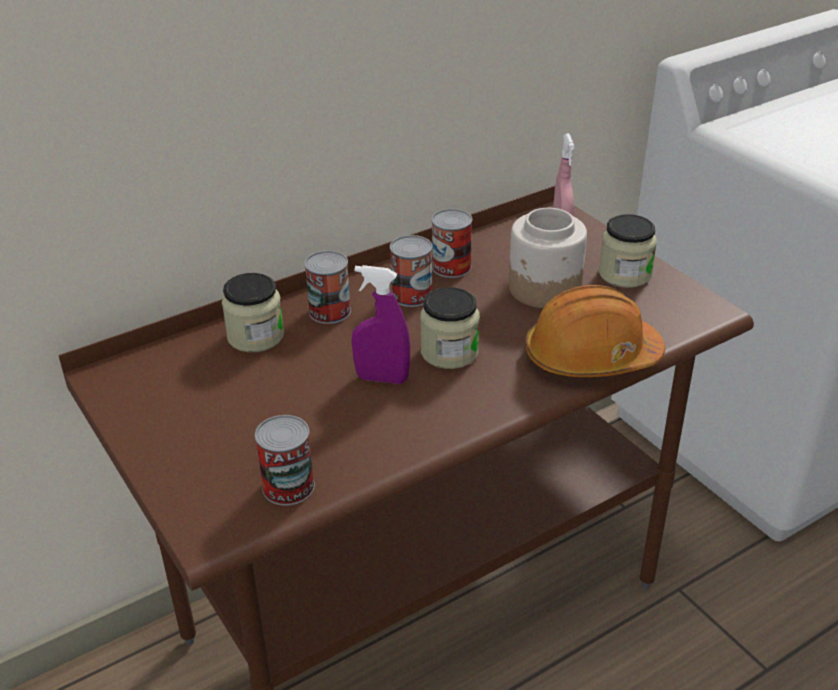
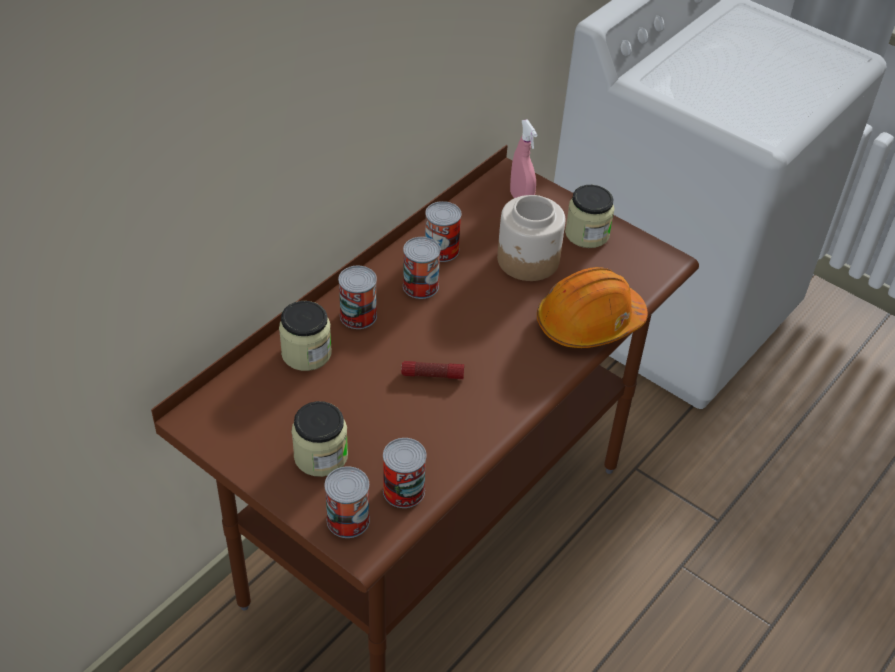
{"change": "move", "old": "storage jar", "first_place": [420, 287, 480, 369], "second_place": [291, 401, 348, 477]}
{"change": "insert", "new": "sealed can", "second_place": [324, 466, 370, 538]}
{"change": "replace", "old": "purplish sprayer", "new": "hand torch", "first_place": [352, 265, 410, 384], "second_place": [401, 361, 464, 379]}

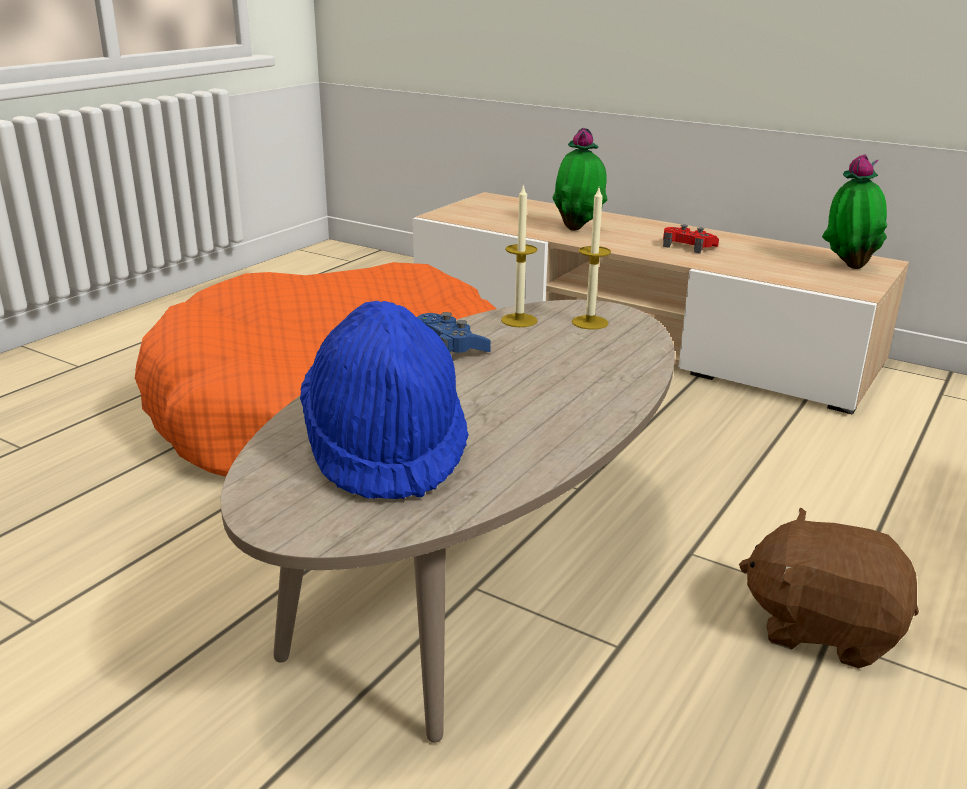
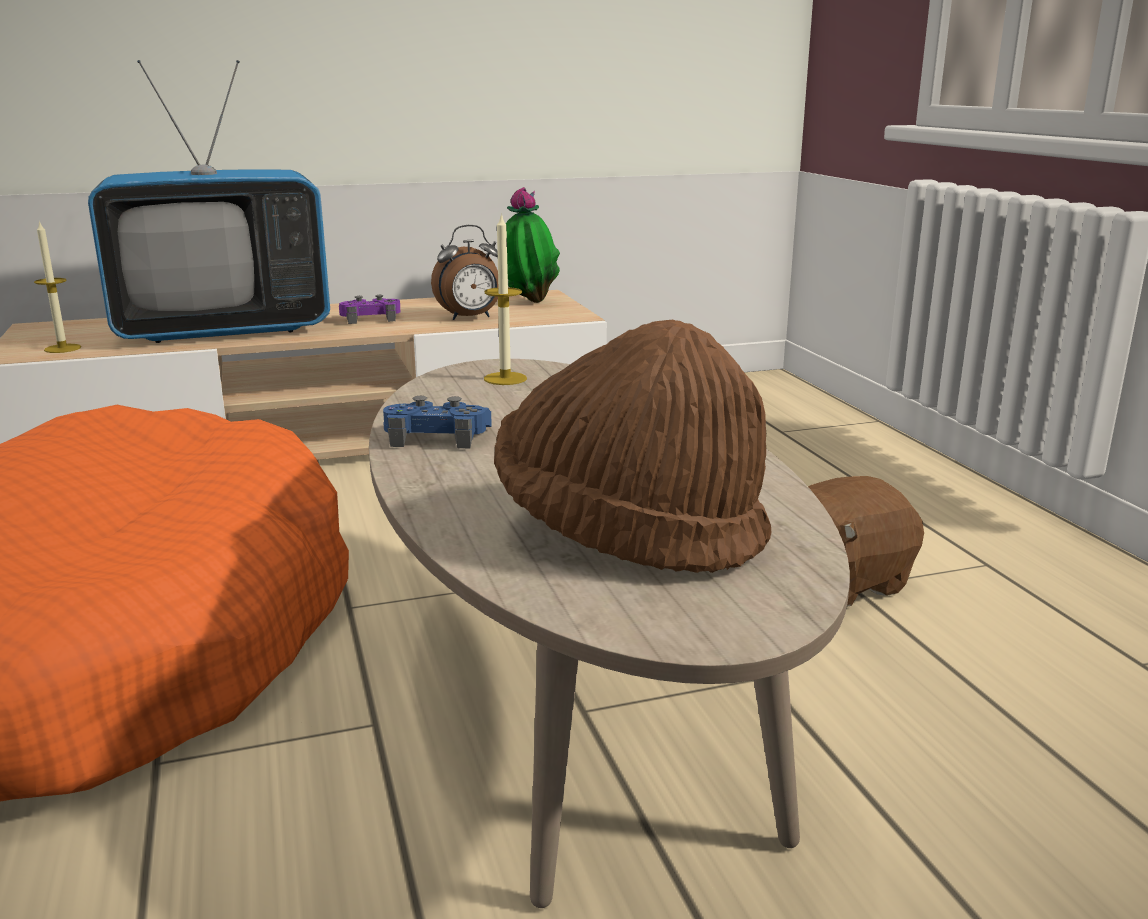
{"change": "move", "old": "candle", "first_place": [501, 185, 538, 327], "second_place": [34, 221, 81, 353]}
{"change": "replace", "old": "potted plant", "new": "TV set", "first_place": [552, 127, 607, 231], "second_place": [88, 60, 330, 343]}
{"change": "recolor", "old": "reddish game controller", "new": "purplish game controller", "first_place": [663, 225, 719, 254], "second_place": [339, 295, 400, 324]}
{"change": "insert", "new": "table clock", "second_place": [431, 225, 498, 320]}
{"change": "recolor", "old": "blue hat", "new": "brownish hat", "first_place": [300, 301, 469, 499], "second_place": [494, 320, 771, 573]}

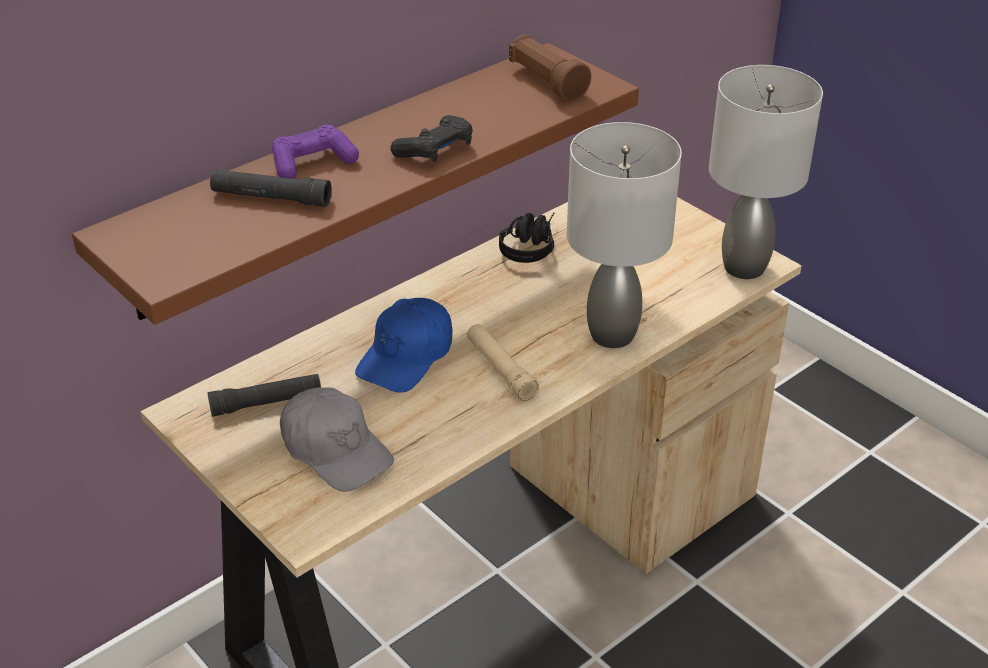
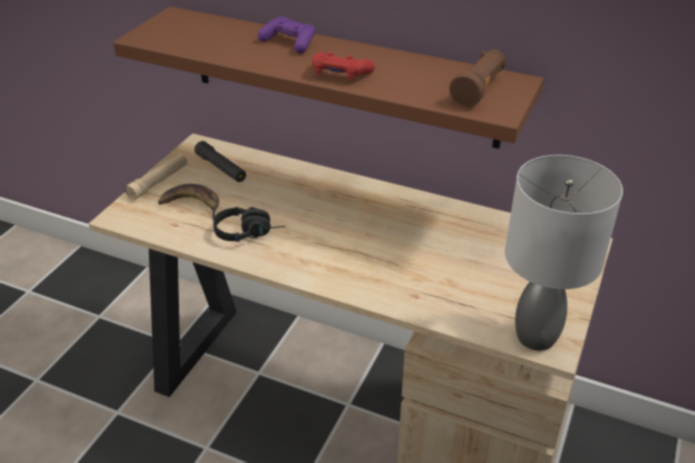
{"change": "move", "old": "beige-coloured hand torch", "first_place": [467, 324, 539, 401], "second_place": [125, 154, 188, 200]}
{"change": "replace", "old": "greyish peaked cap", "new": "whole banana", "first_place": [280, 387, 394, 492], "second_place": [158, 184, 219, 220]}
{"change": "move", "old": "black-coloured pair of headphones", "first_place": [499, 212, 554, 263], "second_place": [213, 207, 285, 242]}
{"change": "recolor", "old": "black-coloured game controller", "new": "reddish game controller", "first_place": [390, 115, 473, 162], "second_place": [312, 52, 375, 81]}
{"change": "delete", "old": "black-coloured hand torch", "first_place": [210, 170, 332, 207]}
{"change": "delete", "old": "blue peaked cap", "first_place": [355, 298, 452, 392]}
{"change": "delete", "old": "greyish table lamp", "first_place": [567, 122, 682, 348]}

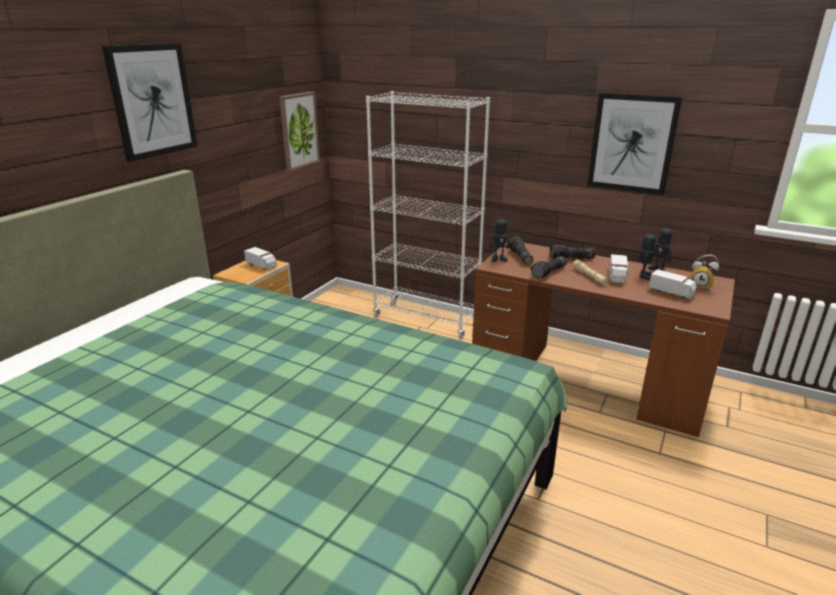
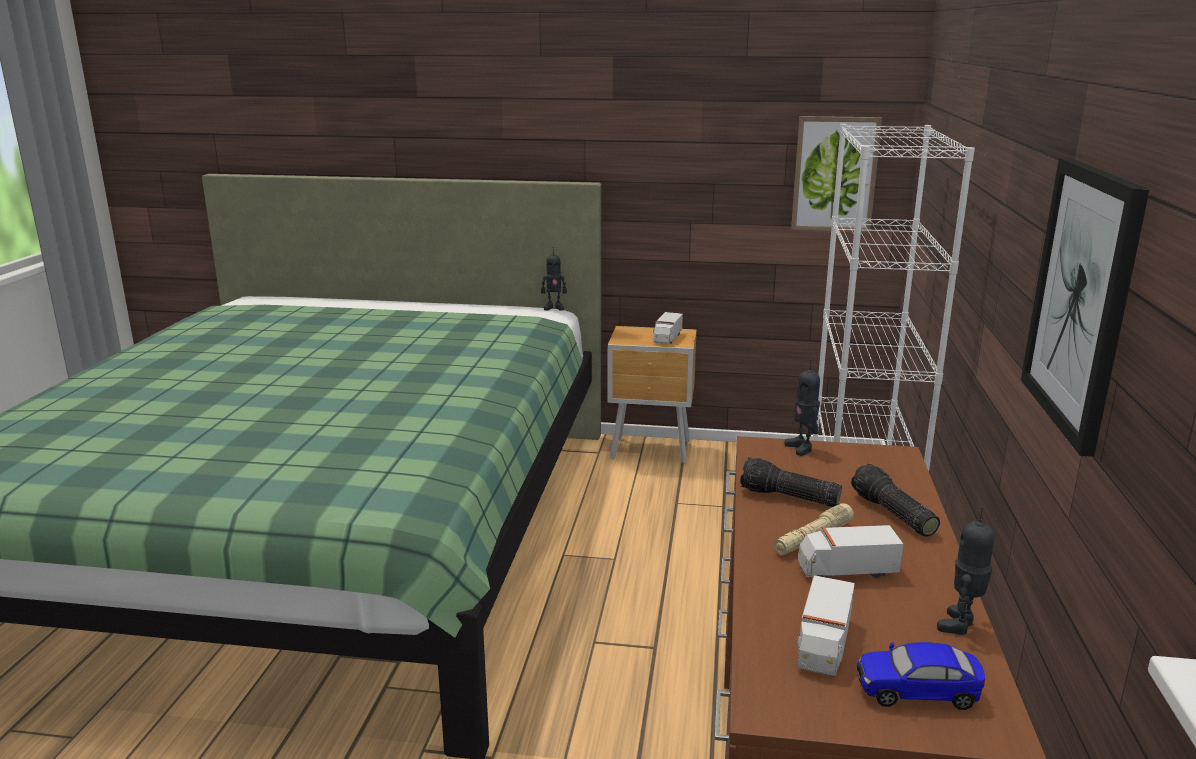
{"change": "move", "old": "model robot", "first_place": [639, 227, 656, 280], "second_place": [541, 247, 567, 311]}
{"change": "replace", "old": "table clock", "new": "miniature car", "first_place": [690, 255, 719, 289], "second_place": [856, 642, 985, 710]}
{"change": "delete", "old": "picture", "first_place": [102, 43, 198, 162]}
{"change": "delete", "old": "hand torch", "first_place": [509, 236, 534, 265]}

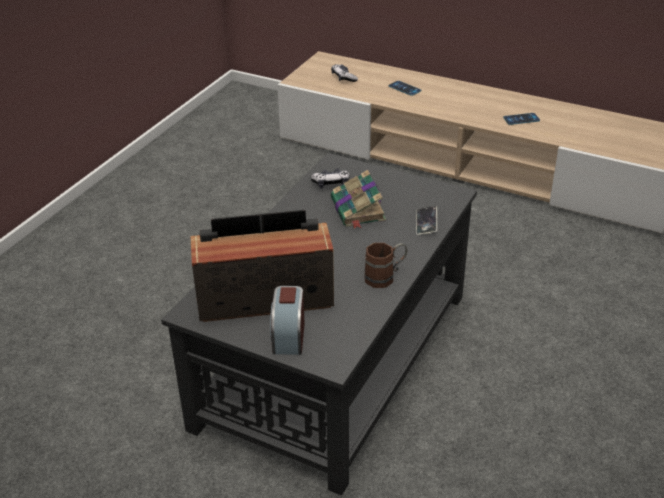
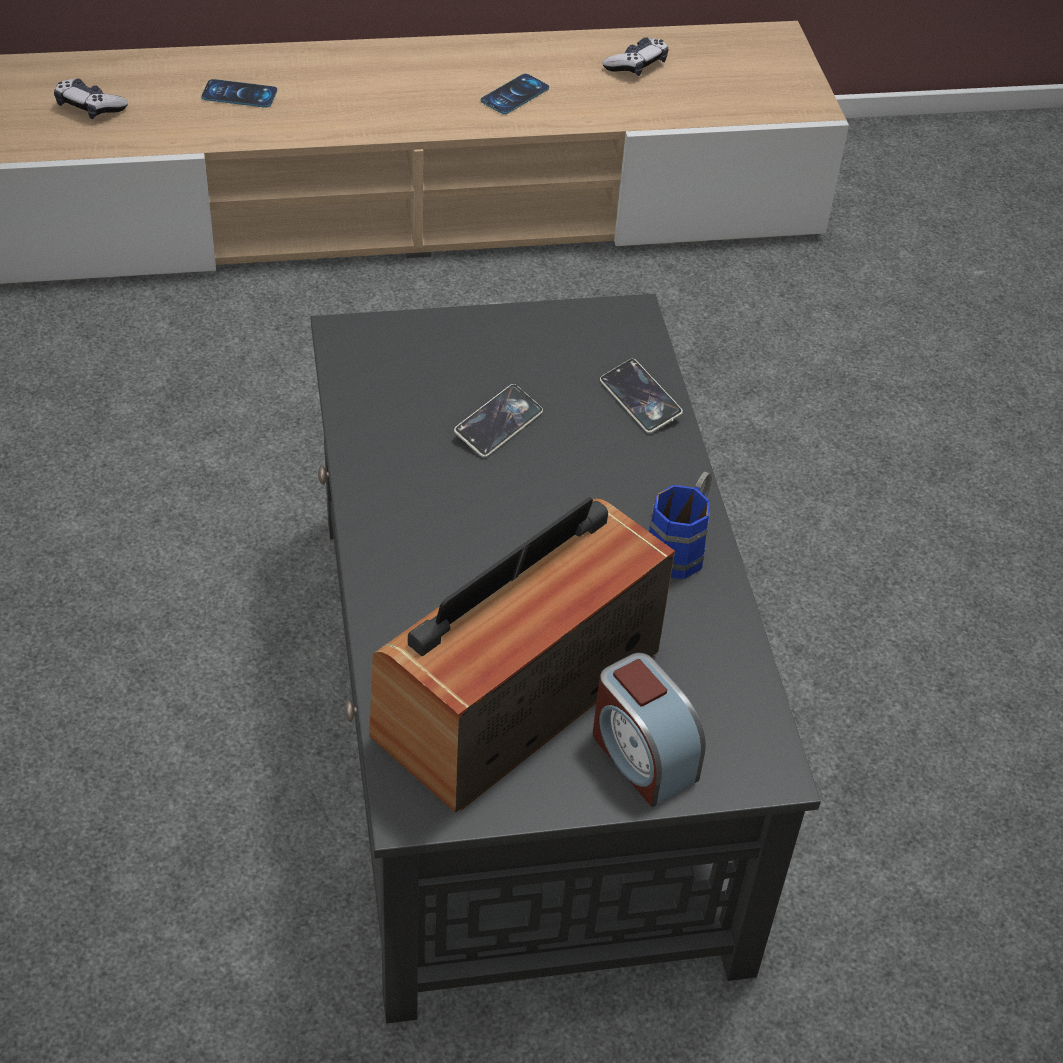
{"change": "replace", "old": "bound book", "new": "phone", "first_place": [331, 170, 386, 229], "second_place": [454, 384, 543, 458]}
{"change": "move", "old": "game controller", "first_place": [311, 168, 350, 188], "second_place": [602, 37, 669, 76]}
{"change": "recolor", "old": "brownish coffee mug", "new": "blue coffee mug", "first_place": [365, 243, 407, 288], "second_place": [648, 472, 712, 579]}

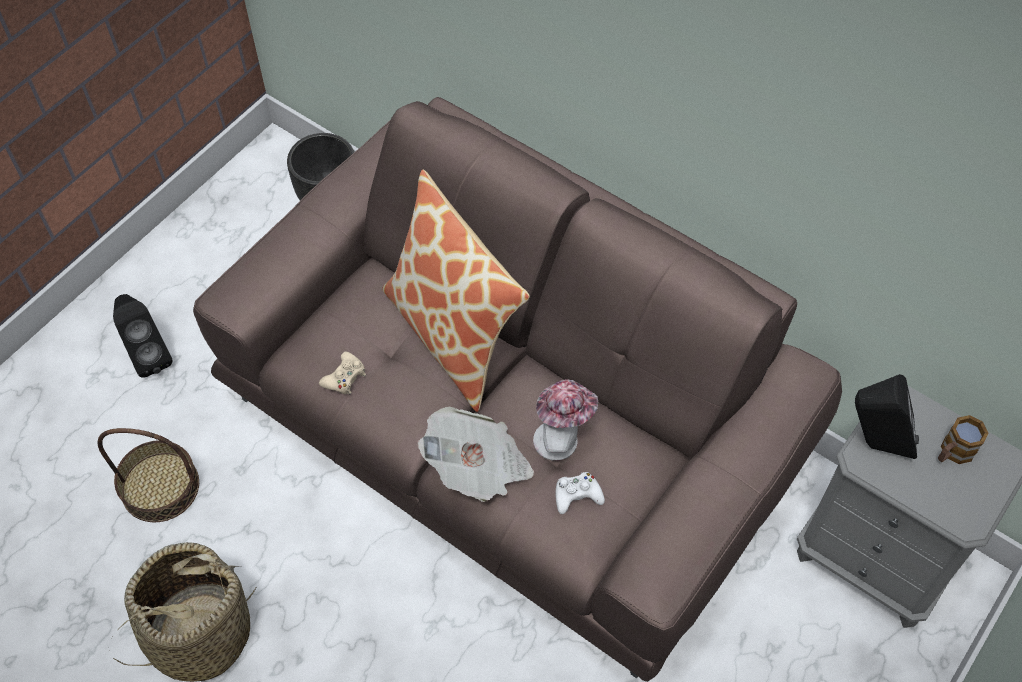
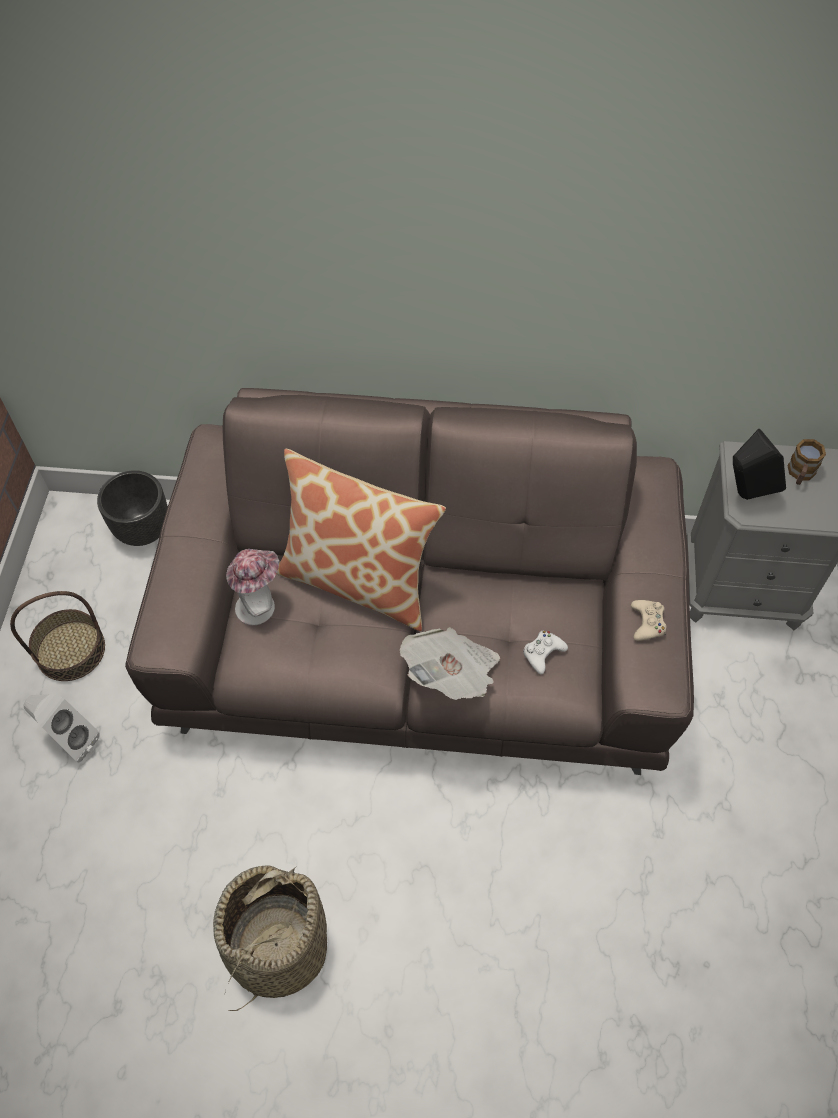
{"change": "move", "old": "storage basket", "first_place": [98, 428, 199, 522], "second_place": [10, 591, 105, 681]}
{"change": "recolor", "old": "black-coloured loudspeaker", "new": "white loudspeaker", "first_place": [113, 294, 173, 378], "second_place": [23, 694, 99, 762]}
{"change": "move", "old": "hat", "first_place": [533, 379, 598, 461], "second_place": [226, 549, 279, 625]}
{"change": "move", "old": "beige-coloured game controller", "first_place": [319, 351, 366, 395], "second_place": [631, 600, 666, 641]}

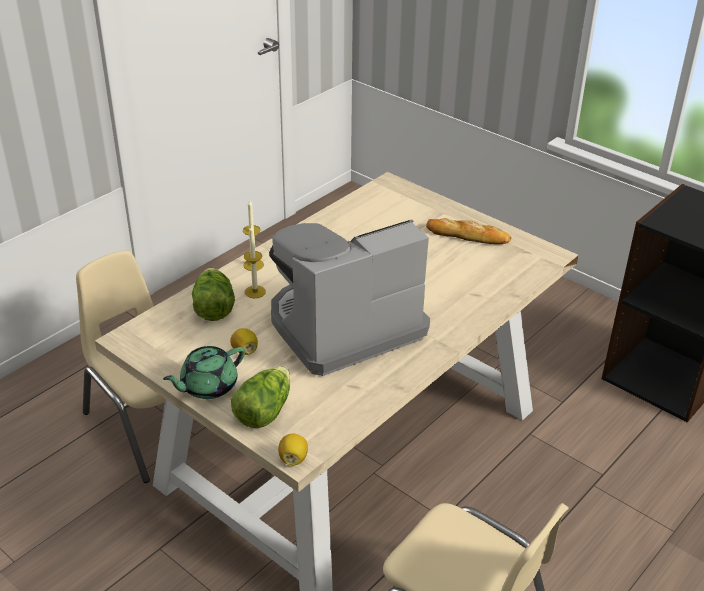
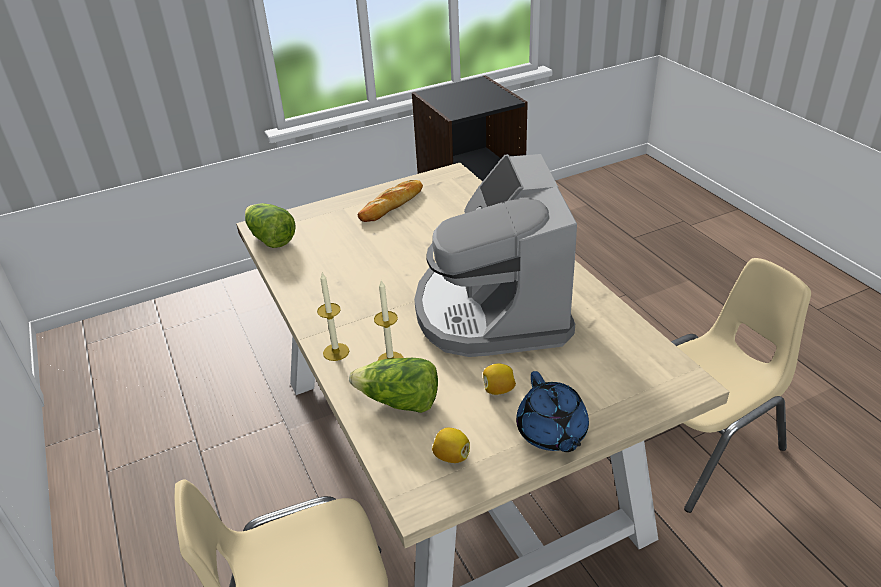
{"change": "move", "old": "lettuce head", "first_place": [231, 366, 290, 428], "second_place": [245, 203, 296, 248]}
{"change": "move", "old": "citrus fruit", "first_place": [278, 433, 308, 465], "second_place": [432, 428, 470, 463]}
{"change": "recolor", "old": "green-coloured teapot", "new": "blue teapot", "first_place": [163, 346, 245, 399], "second_place": [516, 371, 589, 452]}

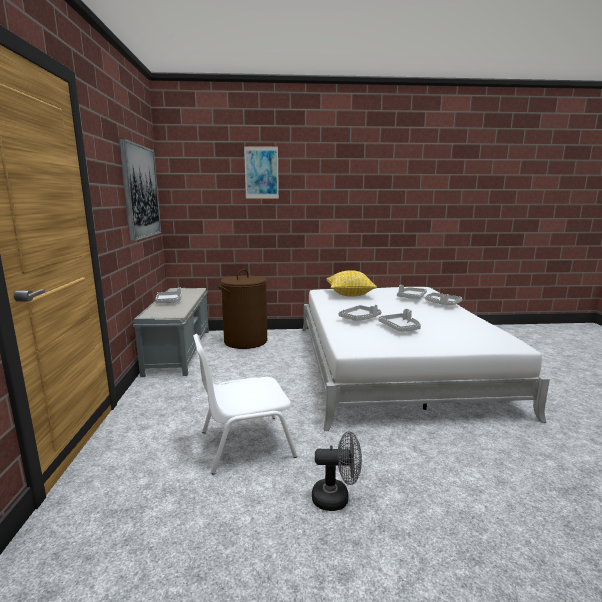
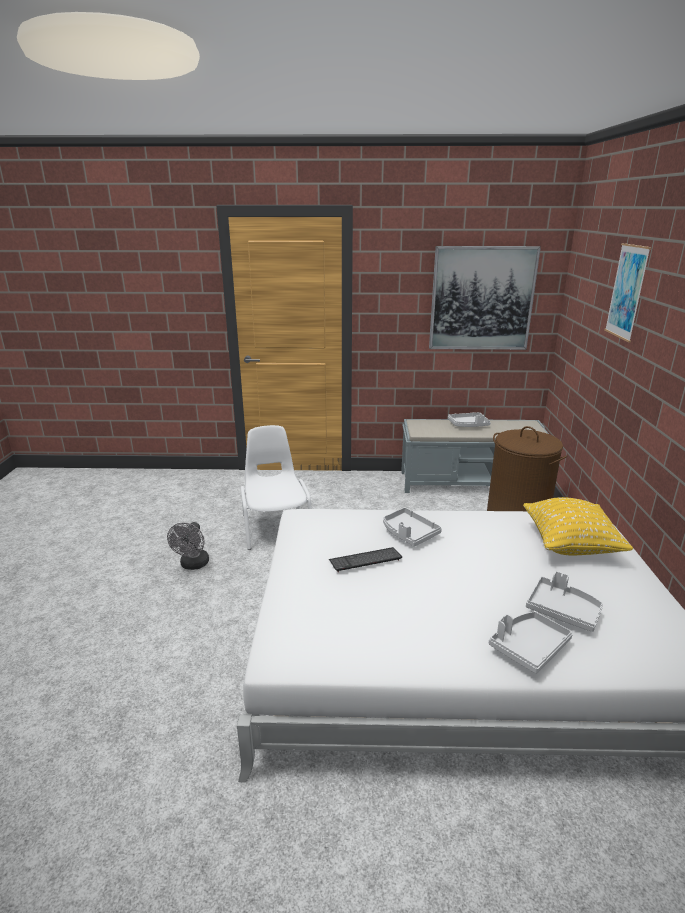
{"change": "replace", "old": "greyish serving tray", "new": "keyboard", "first_place": [378, 309, 421, 332], "second_place": [329, 547, 402, 572]}

